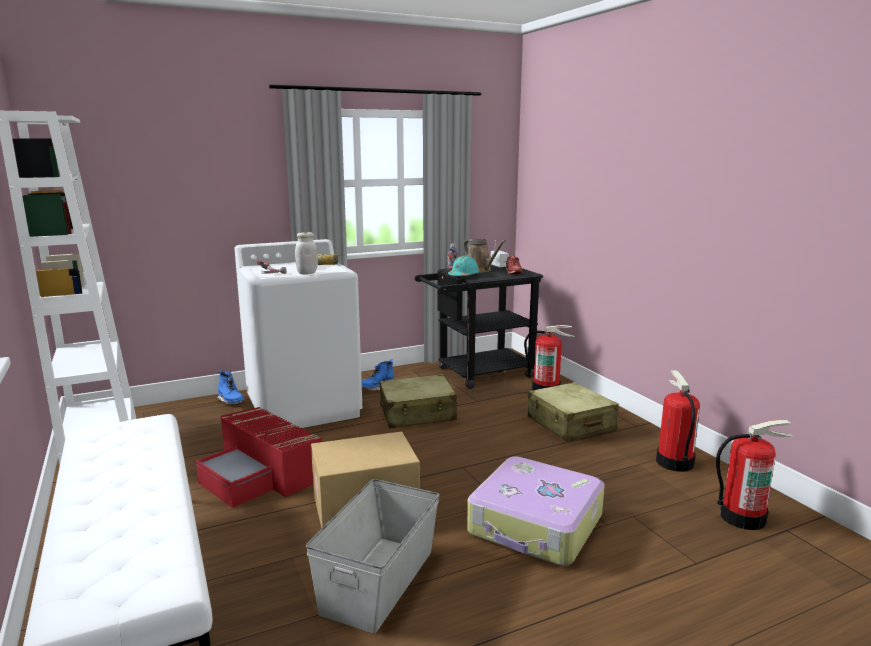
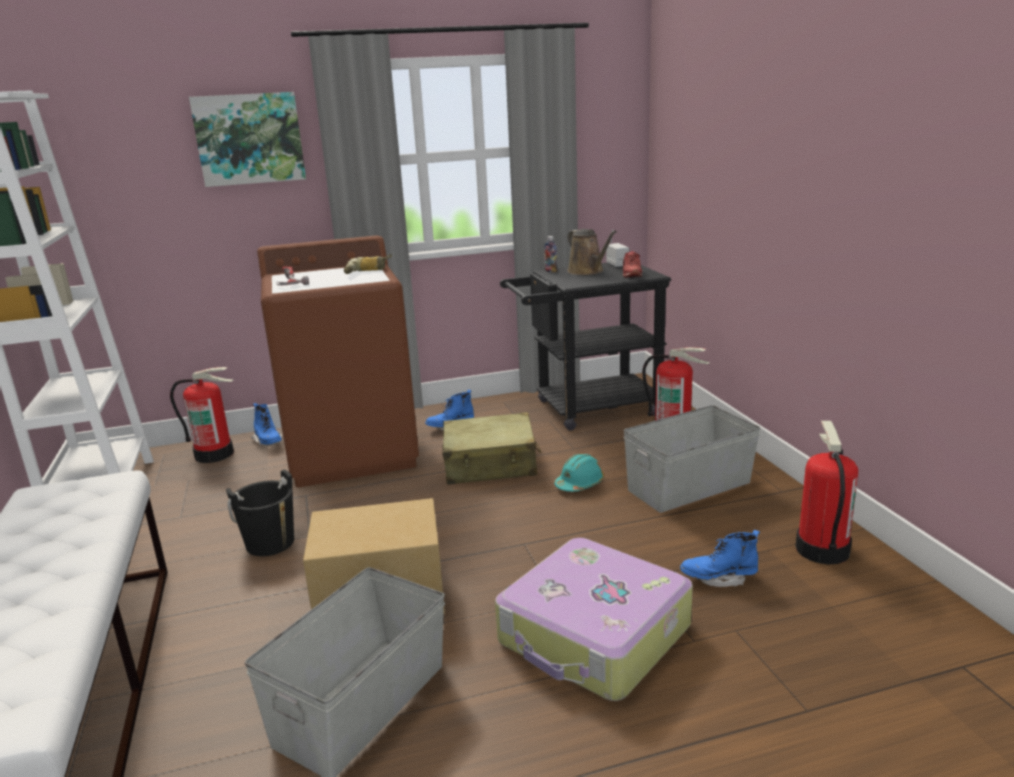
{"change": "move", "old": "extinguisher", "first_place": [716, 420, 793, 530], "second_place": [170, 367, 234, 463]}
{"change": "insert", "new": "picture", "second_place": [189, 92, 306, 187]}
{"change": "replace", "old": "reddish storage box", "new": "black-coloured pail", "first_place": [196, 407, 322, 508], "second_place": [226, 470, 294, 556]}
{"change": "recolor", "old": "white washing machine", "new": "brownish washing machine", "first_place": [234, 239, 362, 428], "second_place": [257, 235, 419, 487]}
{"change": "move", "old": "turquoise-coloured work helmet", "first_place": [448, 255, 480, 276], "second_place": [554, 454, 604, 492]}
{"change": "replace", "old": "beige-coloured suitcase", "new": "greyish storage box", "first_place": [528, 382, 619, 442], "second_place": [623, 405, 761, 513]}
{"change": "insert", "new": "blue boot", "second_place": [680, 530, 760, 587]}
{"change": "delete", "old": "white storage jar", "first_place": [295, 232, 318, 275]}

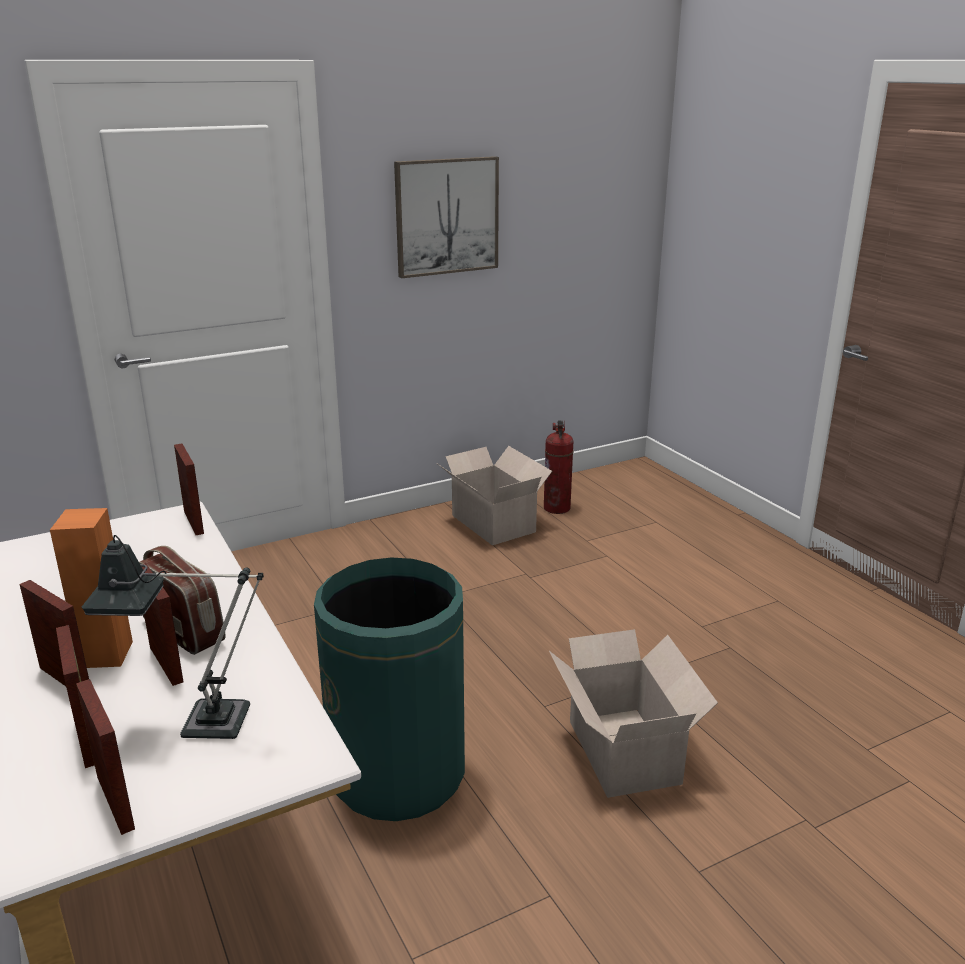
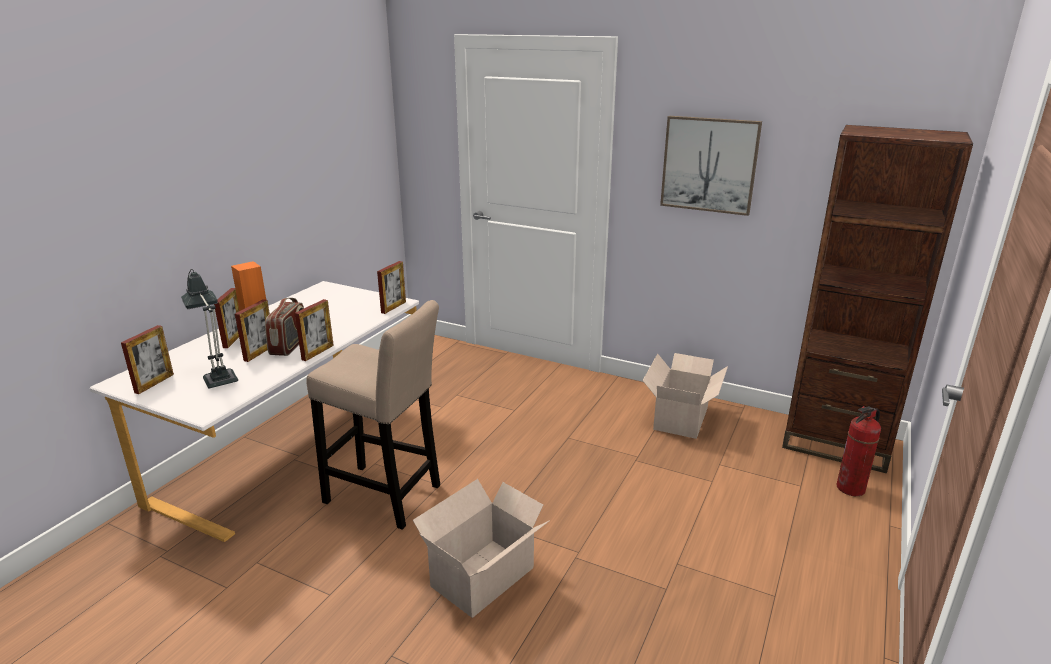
{"change": "move", "old": "standing frame", "first_place": [56, 625, 95, 768], "second_place": [295, 299, 334, 361]}
{"change": "replace", "old": "green-coloured rubbish bin", "new": "beige-coloured stool seat", "first_place": [314, 557, 465, 821], "second_place": [307, 300, 440, 530]}
{"change": "insert", "new": "brownish bookcase", "second_place": [782, 125, 973, 473]}
{"change": "move", "old": "extinguisher", "first_place": [544, 421, 573, 514], "second_place": [836, 406, 881, 496]}

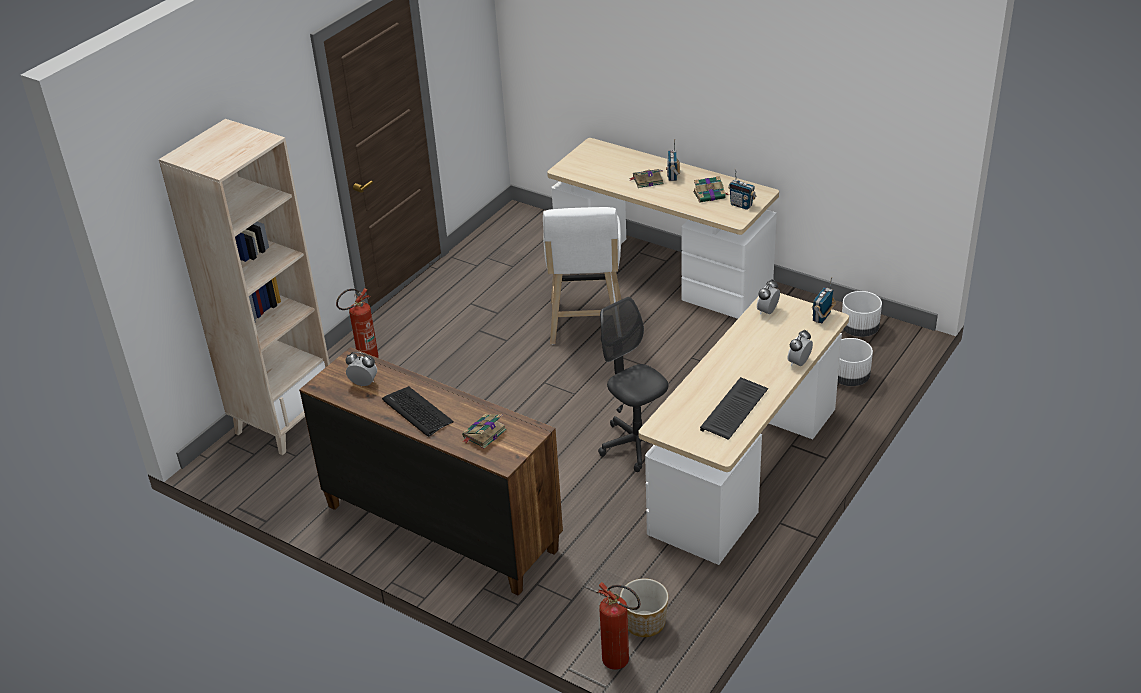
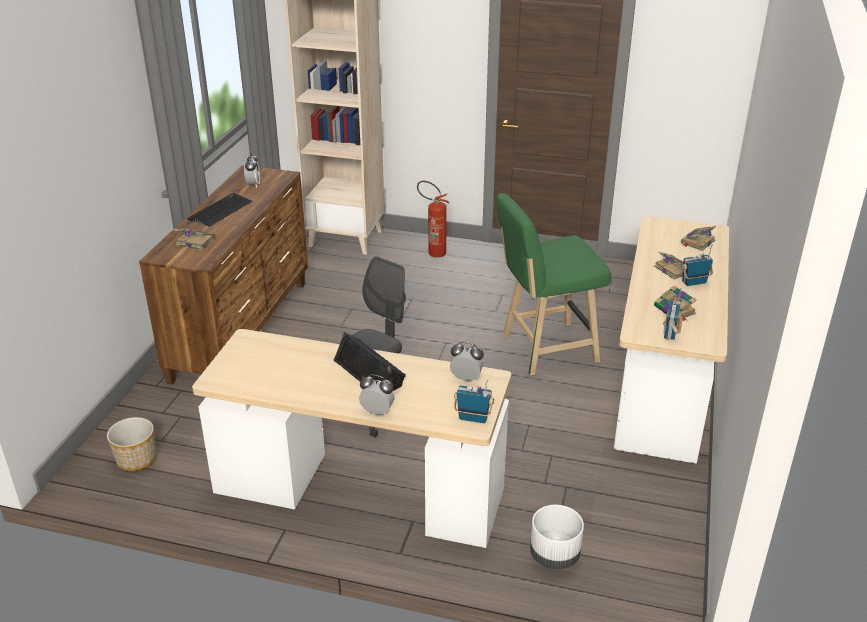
{"change": "insert", "new": "black-coloured loudspeaker", "second_place": [333, 332, 406, 391]}
{"change": "recolor", "old": "white stool seat", "new": "green-coloured stool seat", "first_place": [543, 207, 621, 344], "second_place": [496, 193, 611, 376]}
{"change": "insert", "new": "bound book", "second_place": [681, 226, 716, 251]}
{"change": "delete", "old": "extinguisher", "first_place": [597, 582, 640, 670]}
{"change": "delete", "old": "keyboard", "first_place": [700, 377, 768, 440]}
{"change": "delete", "old": "white planter", "first_place": [842, 291, 882, 337]}

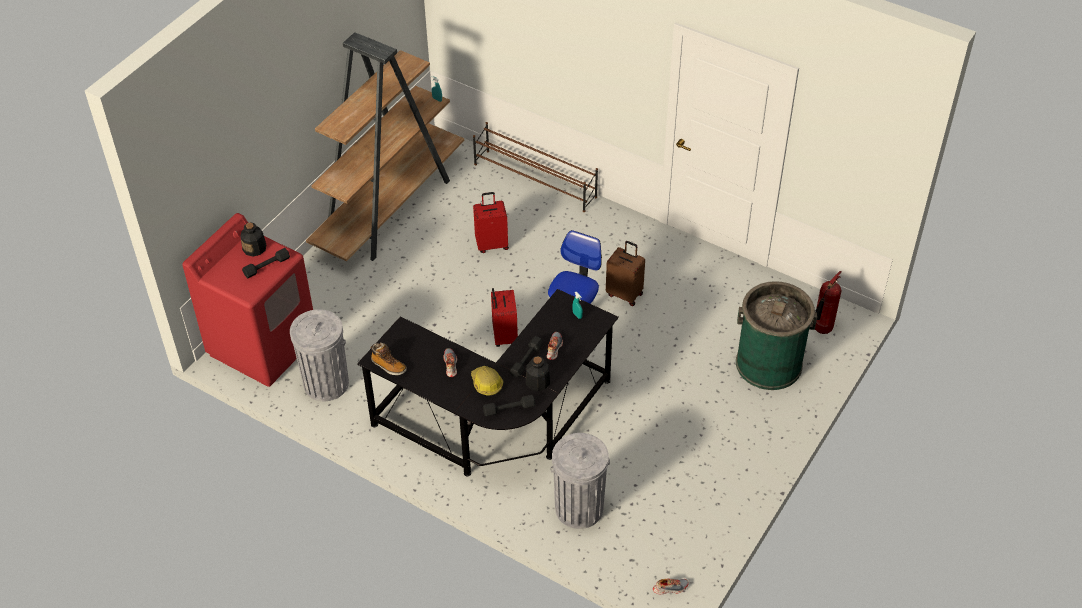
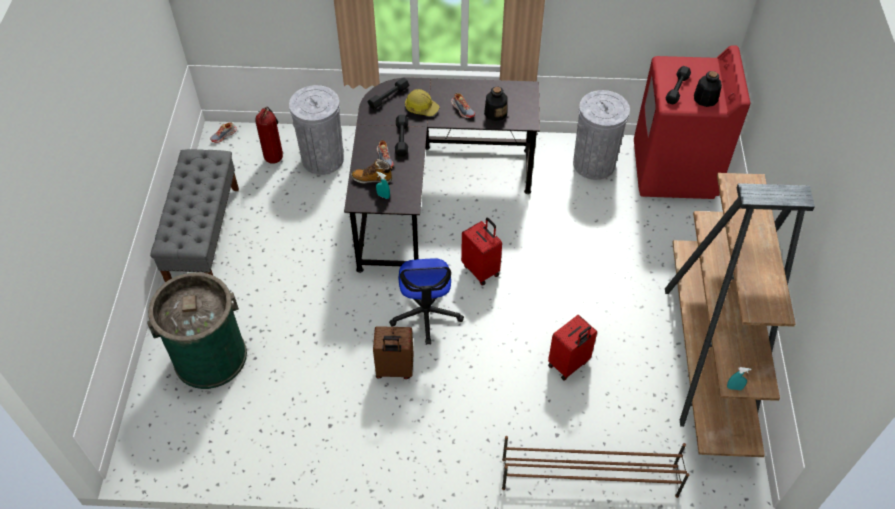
{"change": "insert", "new": "greyish indoor bench", "second_place": [150, 149, 239, 282]}
{"change": "move", "old": "extinguisher", "first_place": [815, 271, 842, 334], "second_place": [255, 107, 283, 164]}
{"change": "move", "old": "boot", "first_place": [371, 343, 407, 375], "second_place": [351, 159, 392, 184]}
{"change": "move", "old": "bottle", "first_place": [526, 356, 550, 391], "second_place": [484, 86, 508, 121]}

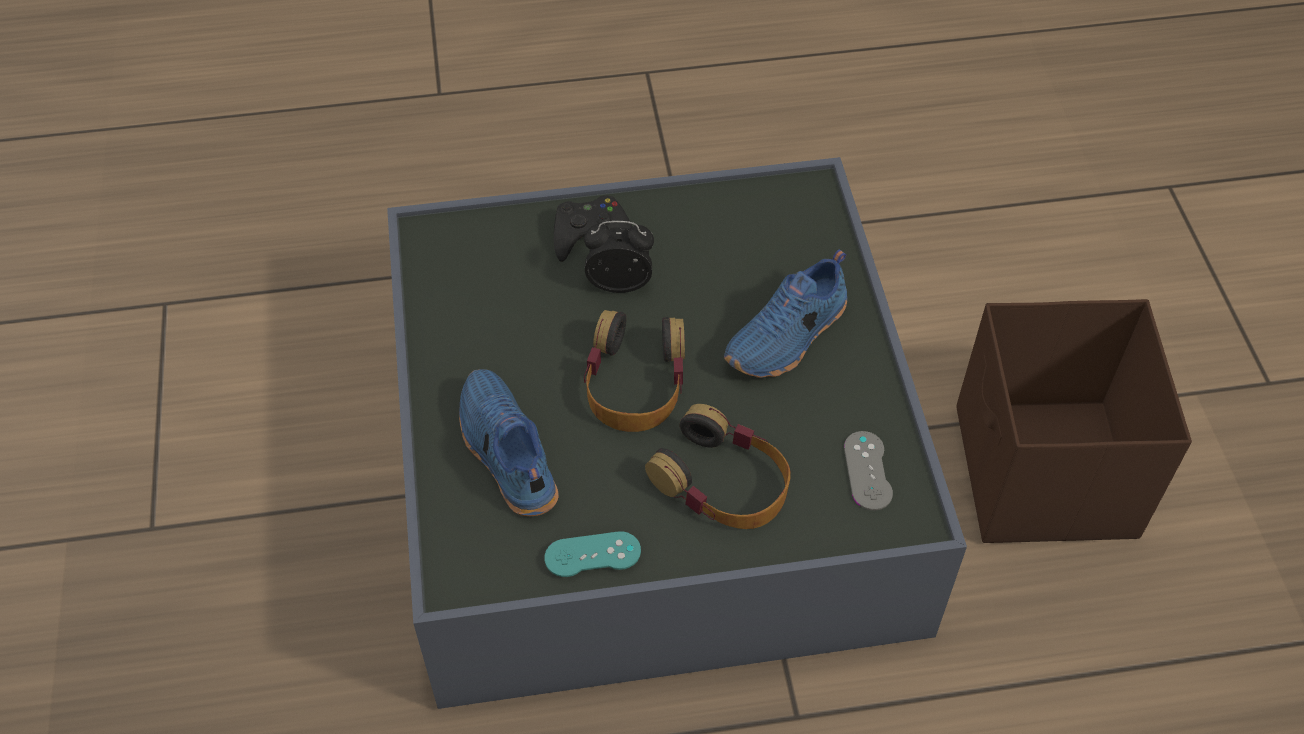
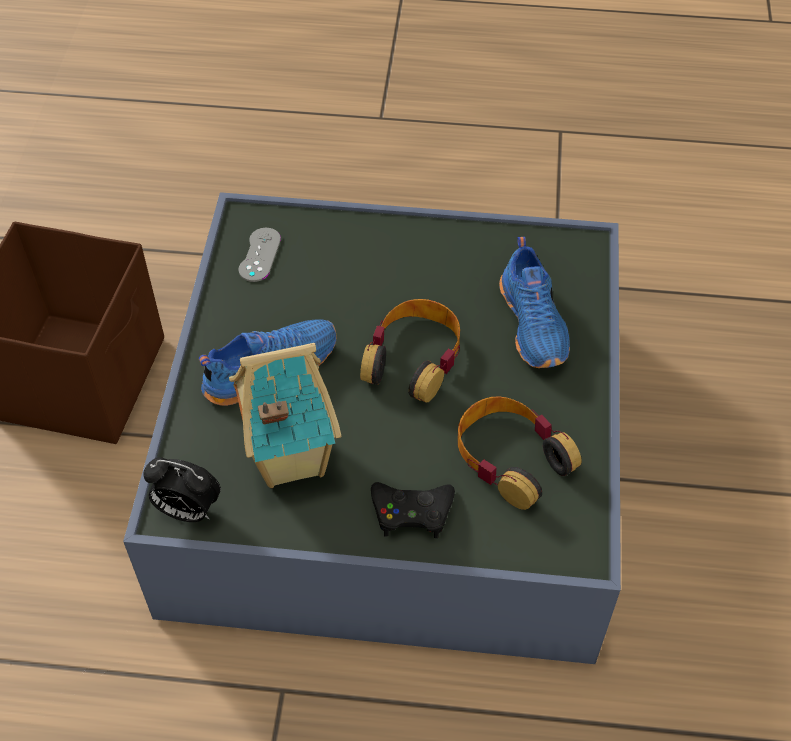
{"change": "move", "old": "table clock", "first_place": [584, 221, 654, 293], "second_place": [143, 457, 221, 522]}
{"change": "insert", "new": "toy house", "second_place": [229, 343, 341, 488]}
{"change": "move", "old": "pair of headphones", "first_place": [645, 404, 791, 529], "second_place": [458, 396, 582, 510]}
{"change": "delete", "old": "turquoise-coloured game controller", "first_place": [544, 531, 641, 577]}

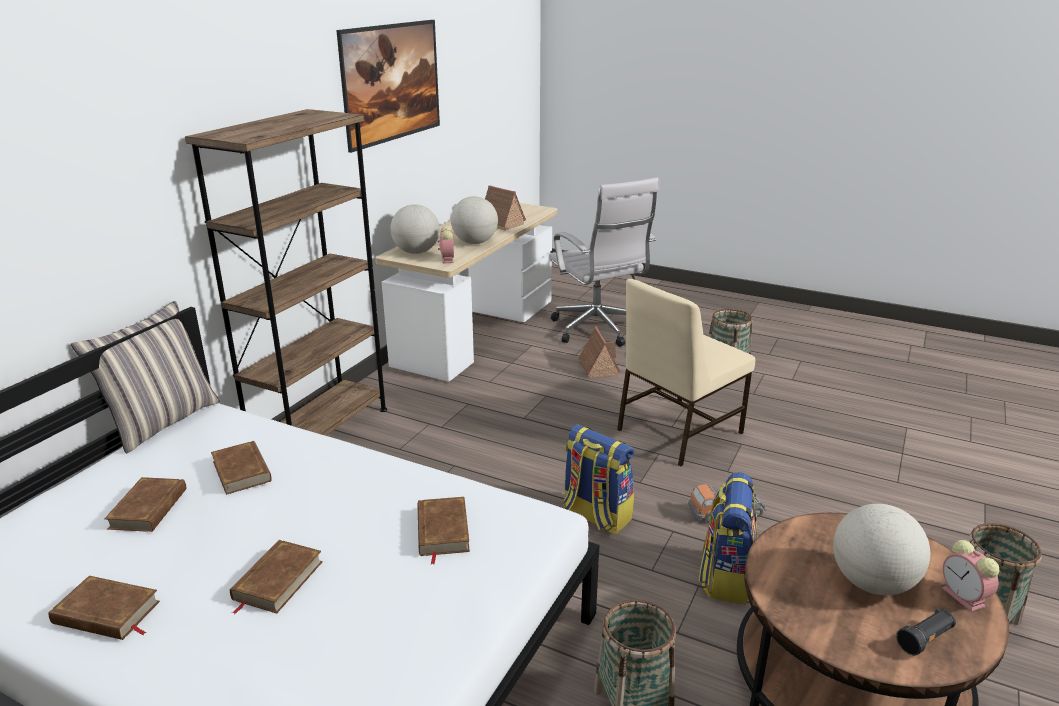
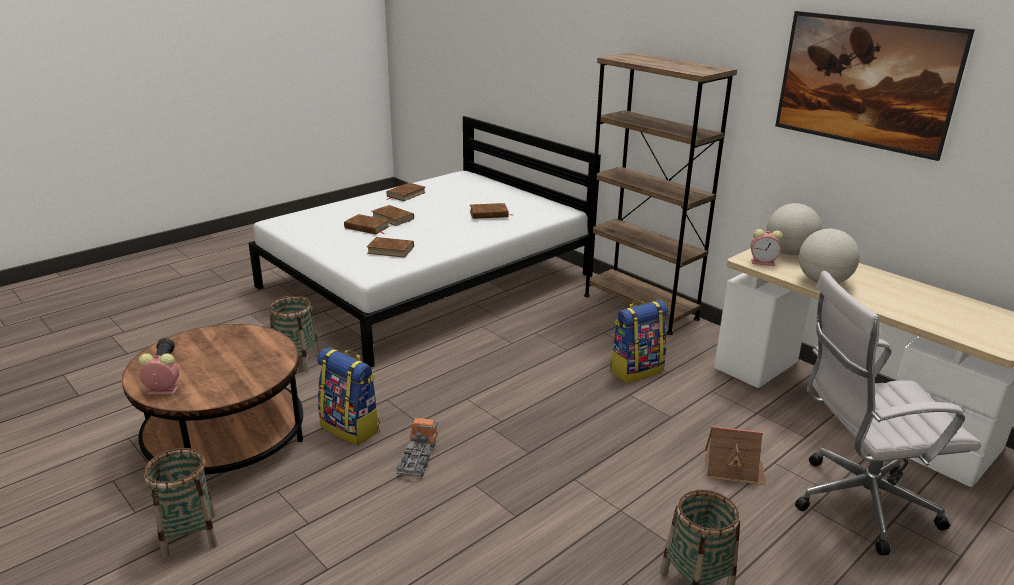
{"change": "move", "old": "brownish bound book", "first_place": [104, 477, 186, 532], "second_place": [344, 214, 390, 234]}
{"change": "move", "old": "backpack", "first_place": [563, 424, 634, 535], "second_place": [610, 300, 668, 383]}
{"change": "delete", "old": "pillow", "first_place": [71, 301, 221, 453]}
{"change": "delete", "old": "toy house", "first_place": [485, 185, 526, 231]}
{"change": "delete", "old": "beige-coloured plain chair", "first_place": [617, 279, 755, 466]}
{"change": "delete", "old": "world globe", "first_place": [833, 504, 930, 595]}

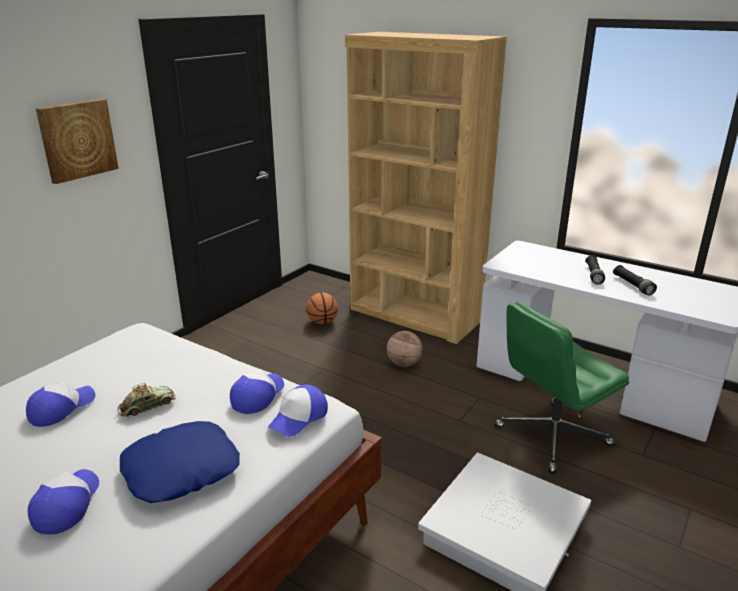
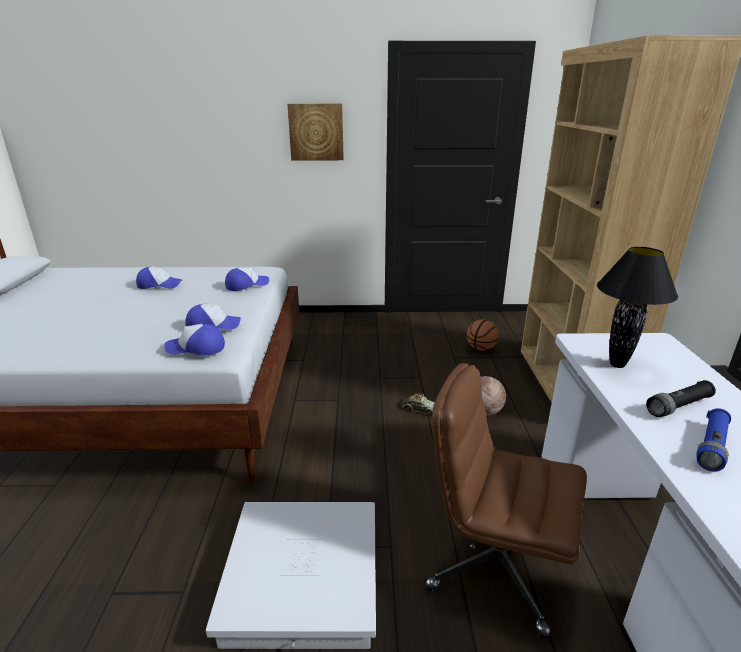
{"change": "move", "old": "peaked cap", "first_place": [28, 469, 99, 535], "second_place": [225, 267, 269, 291]}
{"change": "move", "old": "miniature car", "first_place": [117, 383, 176, 416], "second_place": [401, 393, 435, 415]}
{"change": "recolor", "old": "green-coloured computer chair", "new": "brownish computer chair", "first_place": [494, 302, 629, 474], "second_place": [425, 363, 587, 638]}
{"change": "insert", "new": "black-coloured table lamp", "second_place": [597, 247, 678, 368]}
{"change": "recolor", "old": "black-coloured hand torch", "new": "blue hand torch", "first_place": [613, 265, 657, 296], "second_place": [696, 408, 731, 472]}
{"change": "delete", "old": "blue pillow", "first_place": [120, 421, 240, 503]}

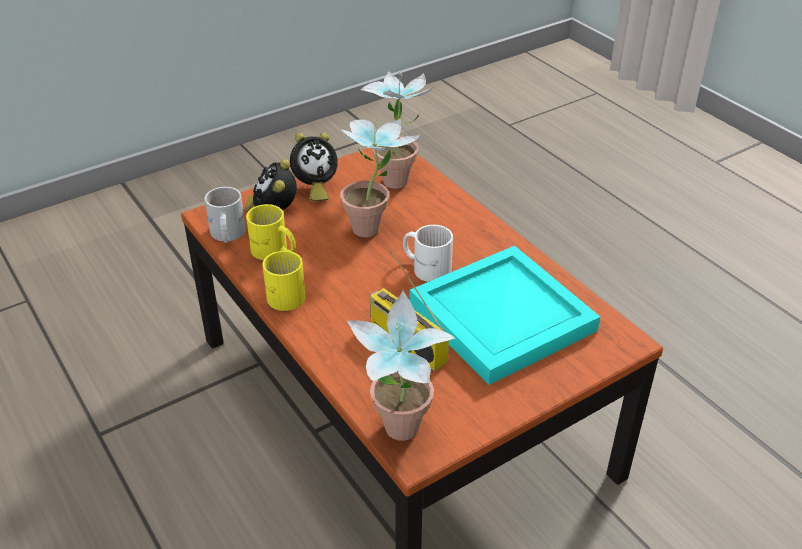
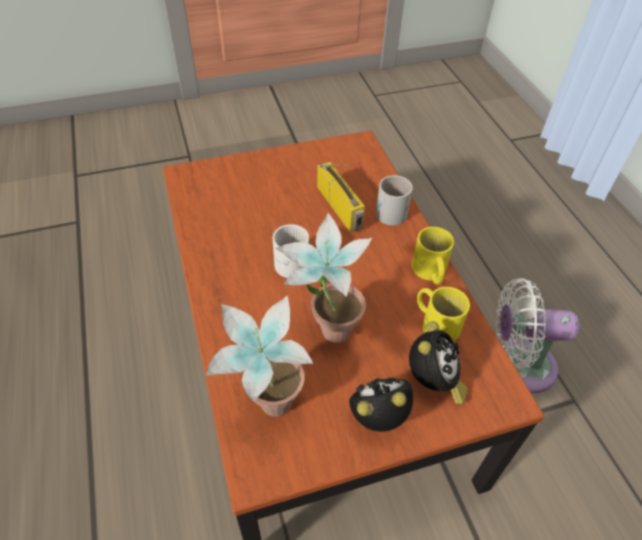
{"change": "move", "old": "white coffee mug", "first_place": [205, 187, 246, 243], "second_place": [376, 175, 413, 226]}
{"change": "insert", "new": "white fan", "second_place": [496, 278, 579, 393]}
{"change": "delete", "old": "potted plant", "first_place": [347, 291, 455, 441]}
{"change": "delete", "old": "turquoise-coloured serving tray", "first_place": [410, 246, 600, 385]}

